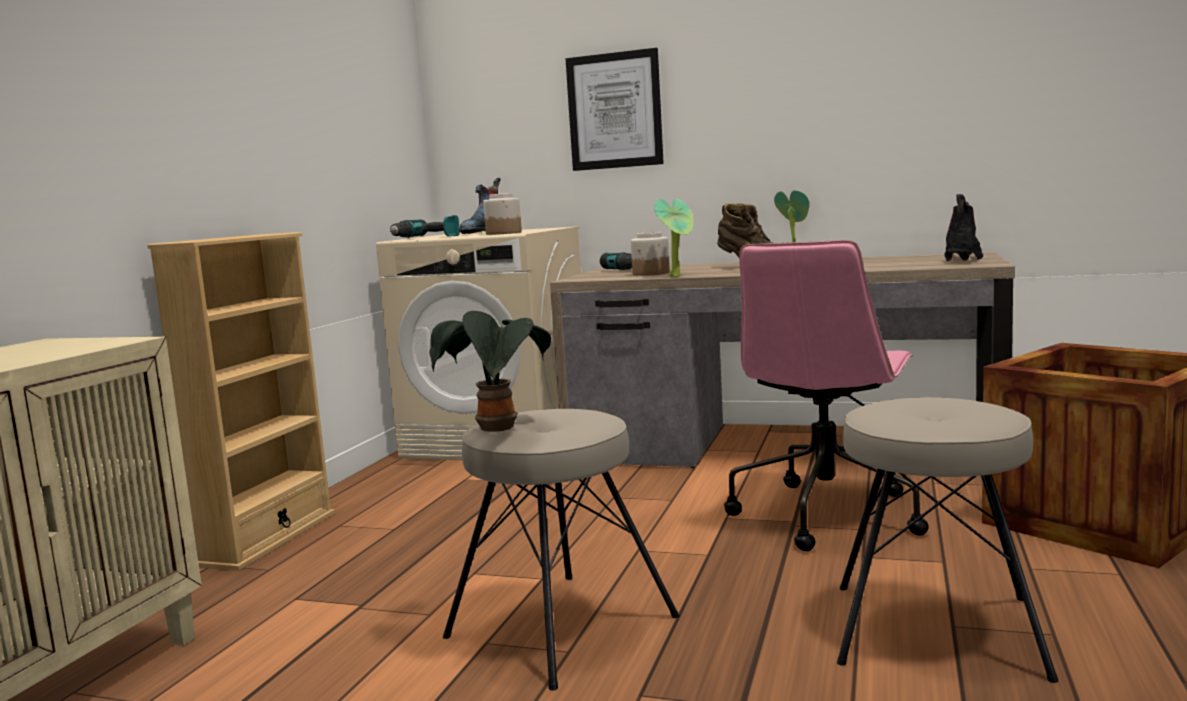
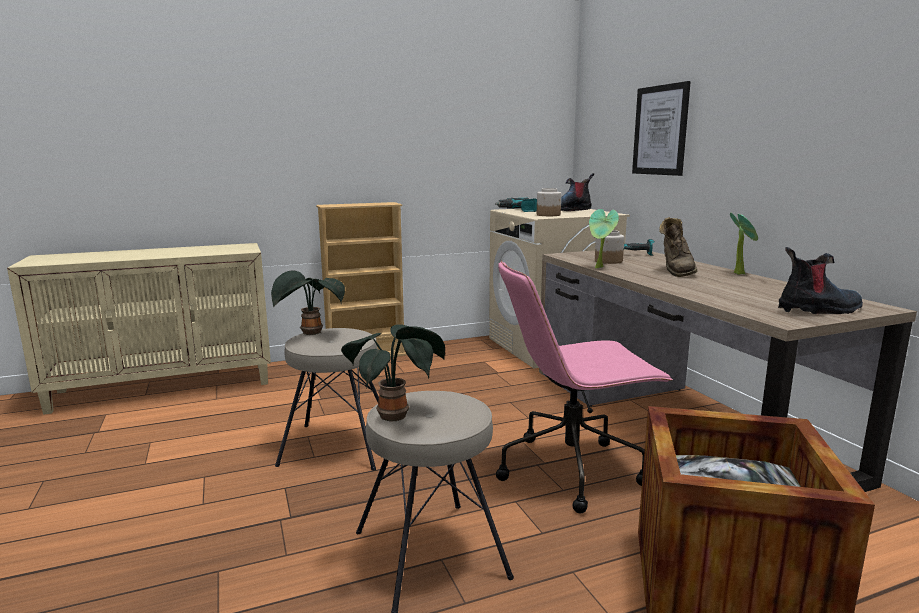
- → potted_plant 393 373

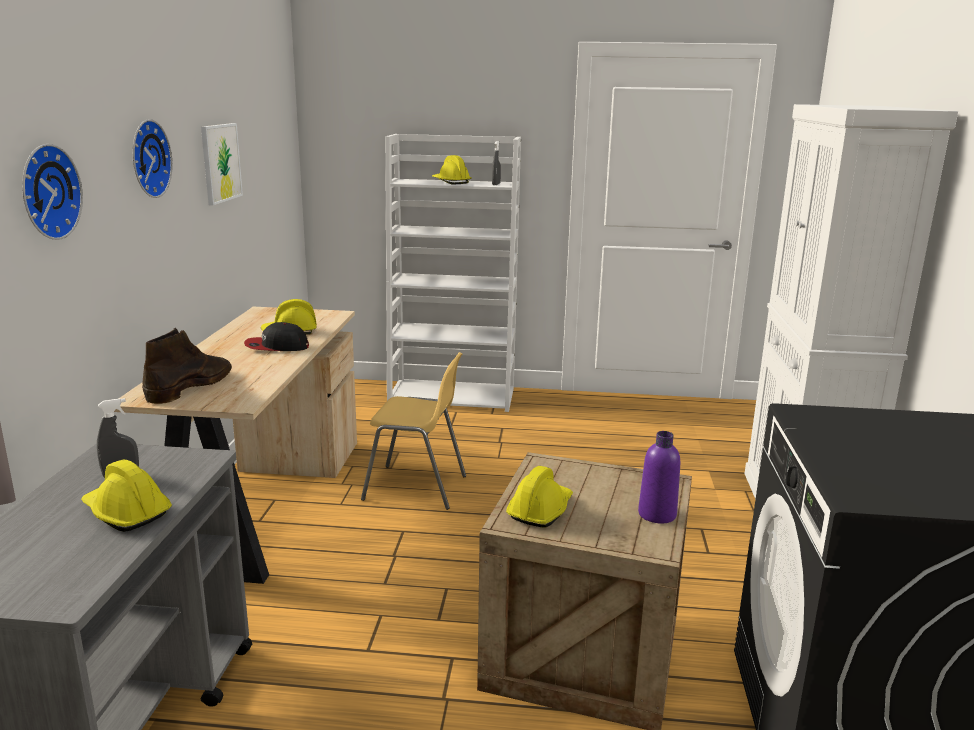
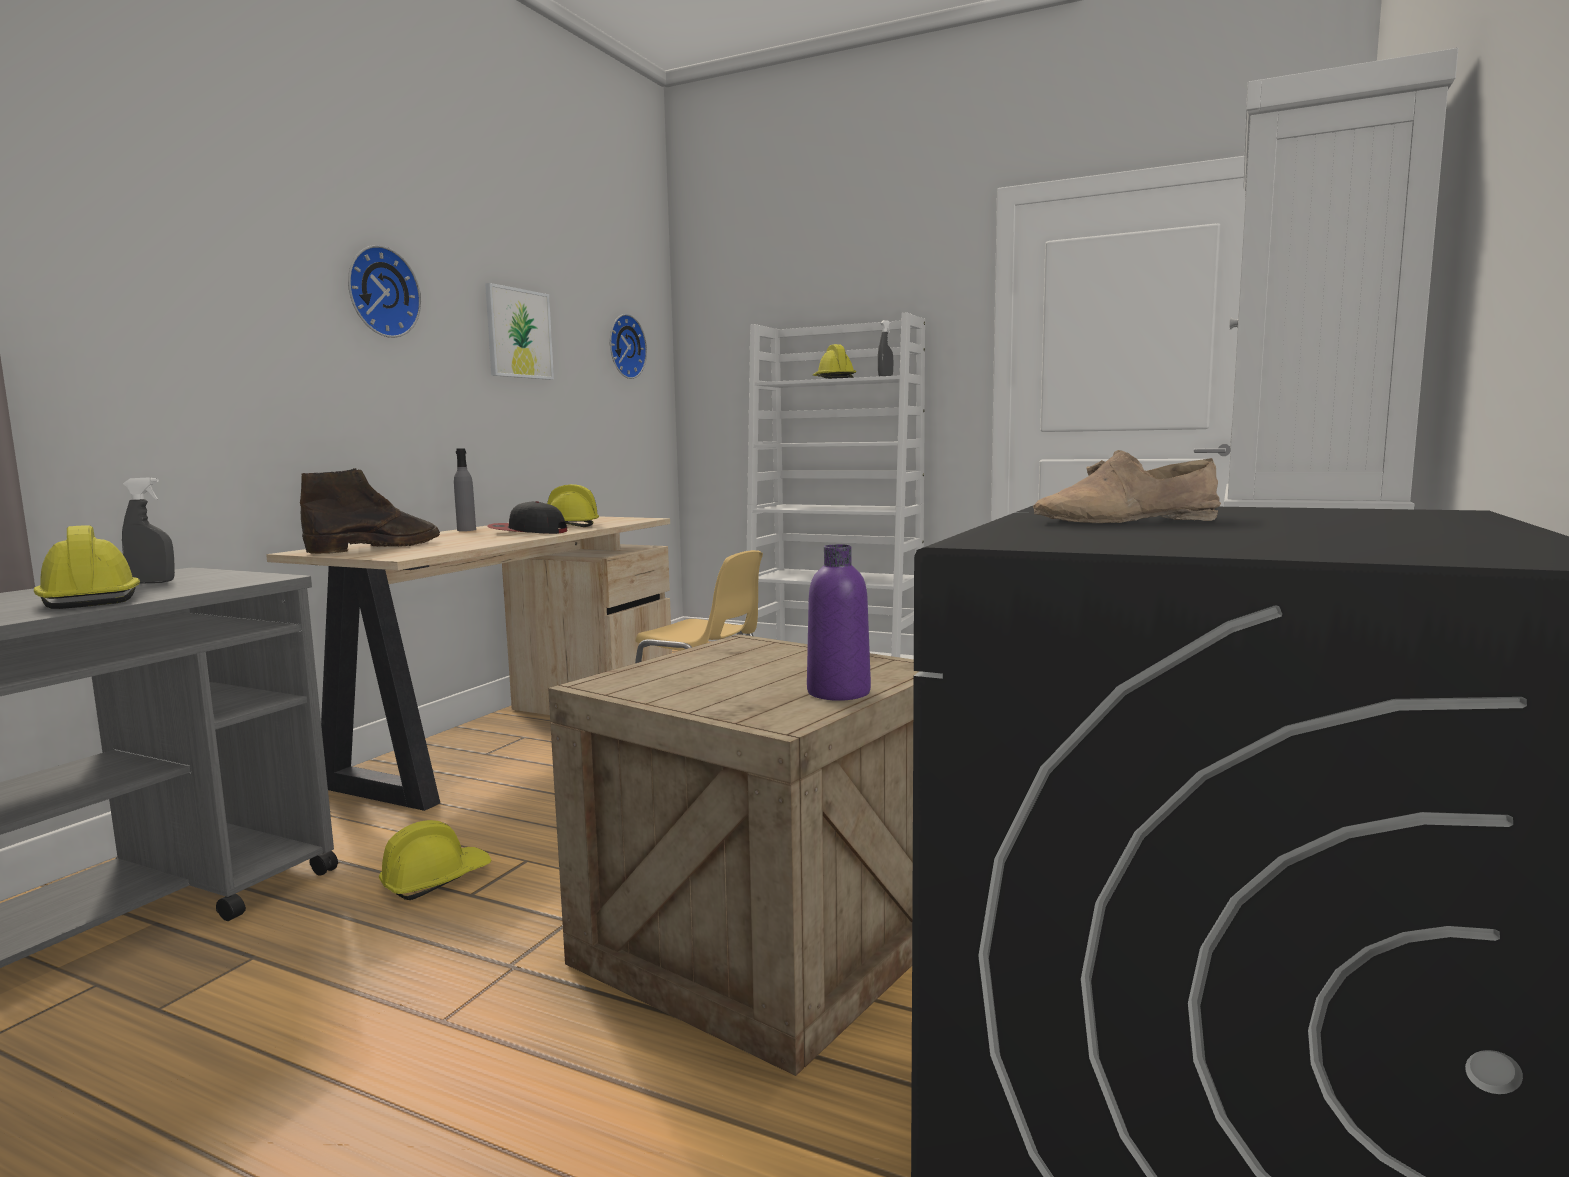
wall_clock 52 192 → wall_clock 628 346, move
yellow-coloured_safety_helmet 539 496 → yellow-coloured_safety_helmet 435 860, move
- → grey_drink_bottle 465 489
- → beige-coloured_low_shoe 1127 486

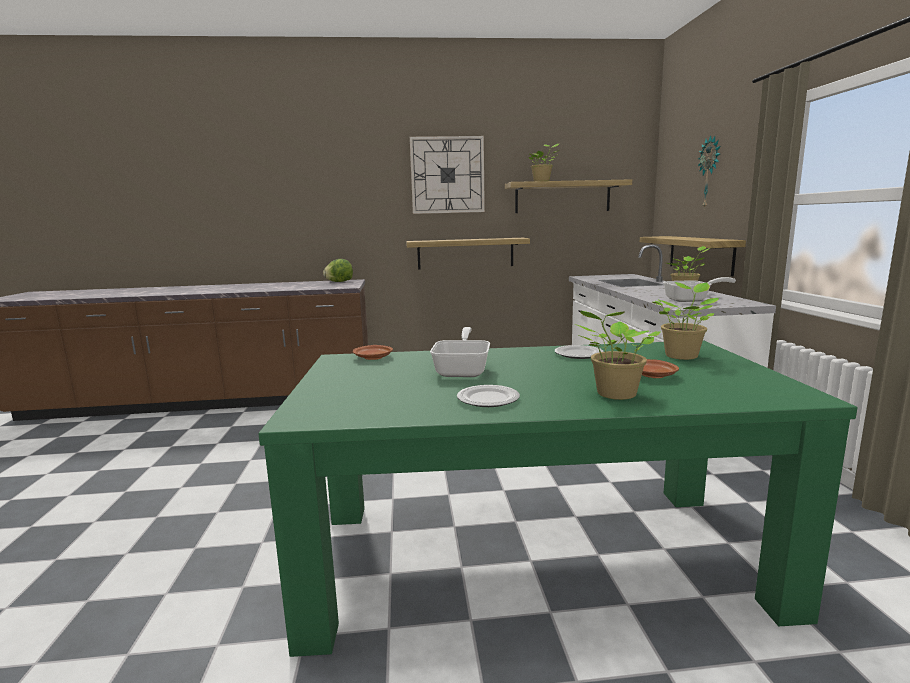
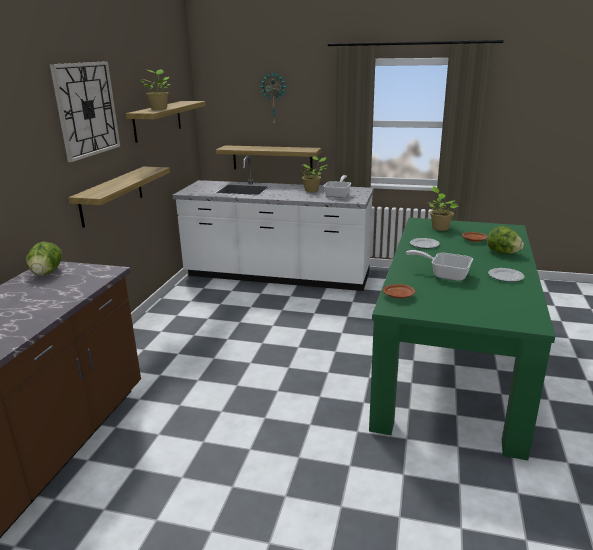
potted_plant 617 355 → head_of_lettuce 505 240

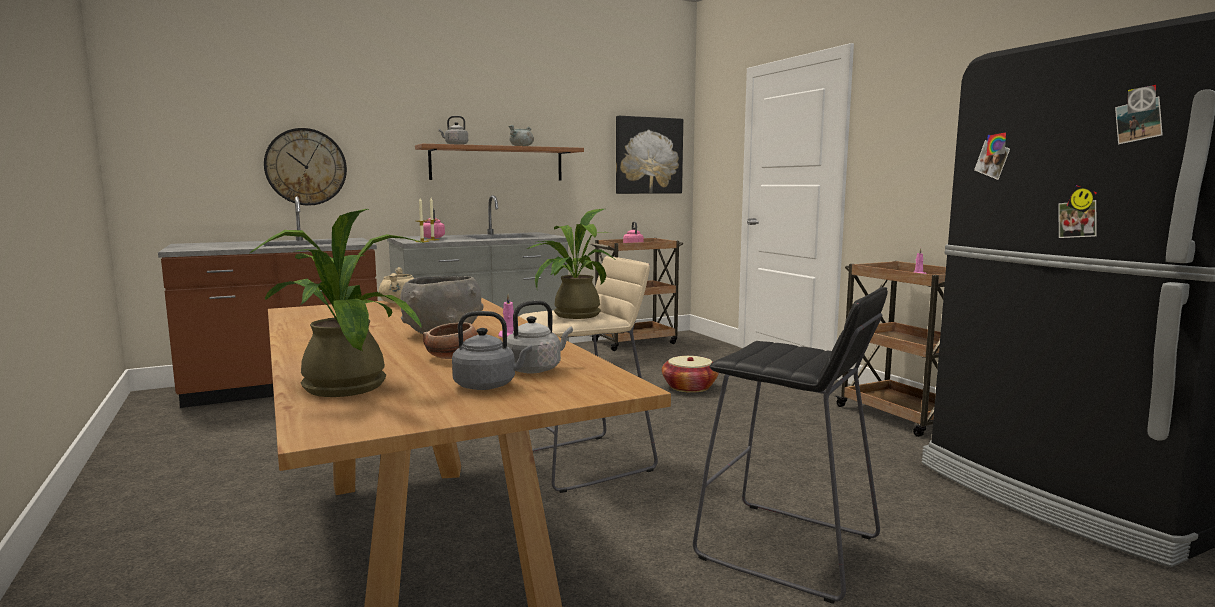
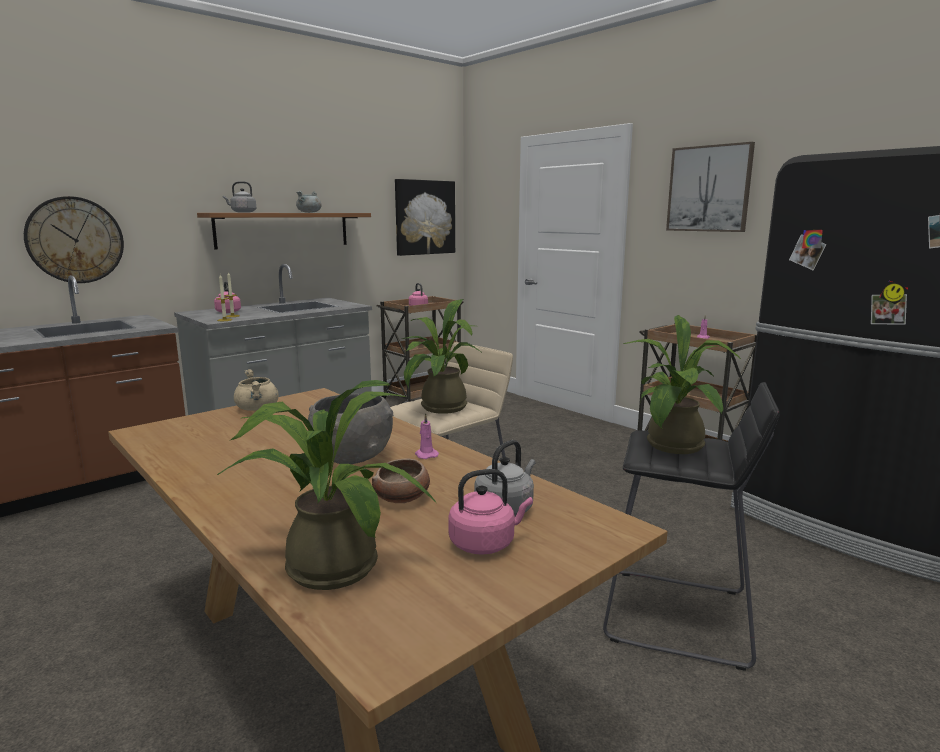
grey_tea_kettle 492 350 → pink_tea_kettle 490 512
storage_basket 690 374 → -
- → picture 710 187
- → potted_plant 682 384

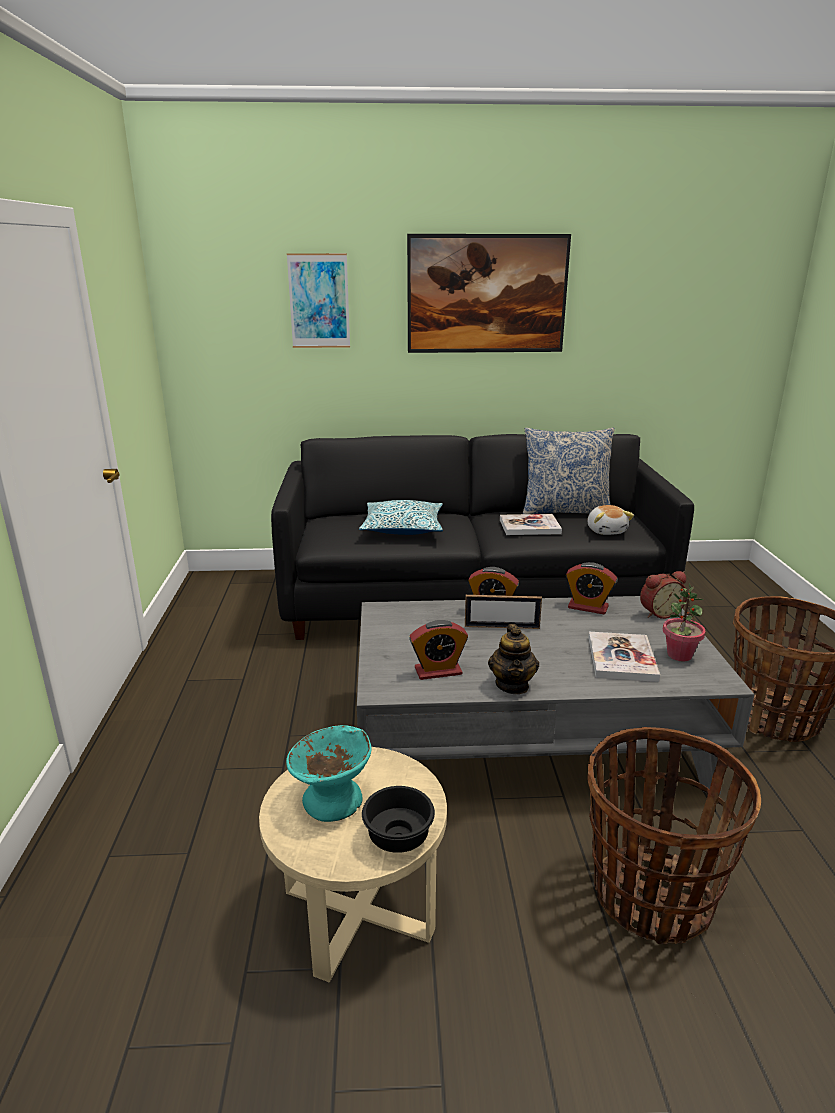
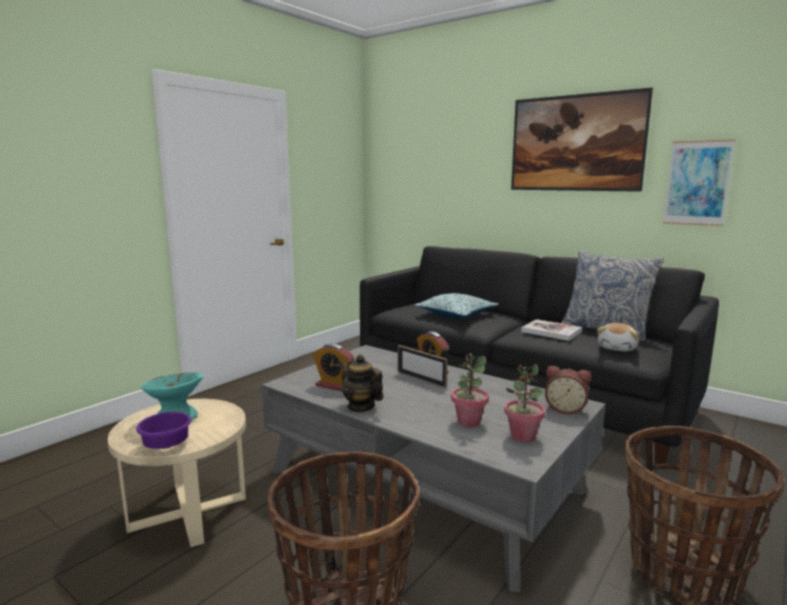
picture 318 300 → picture 699 182, move
bedside_clock 591 588 → -
pot_for_tea 513 659 → pot_for_tea 362 383, 90 degrees clockwise
volume 624 657 → potted_plant 470 390
blackish_bowl 398 819 → purple_bowl 163 430

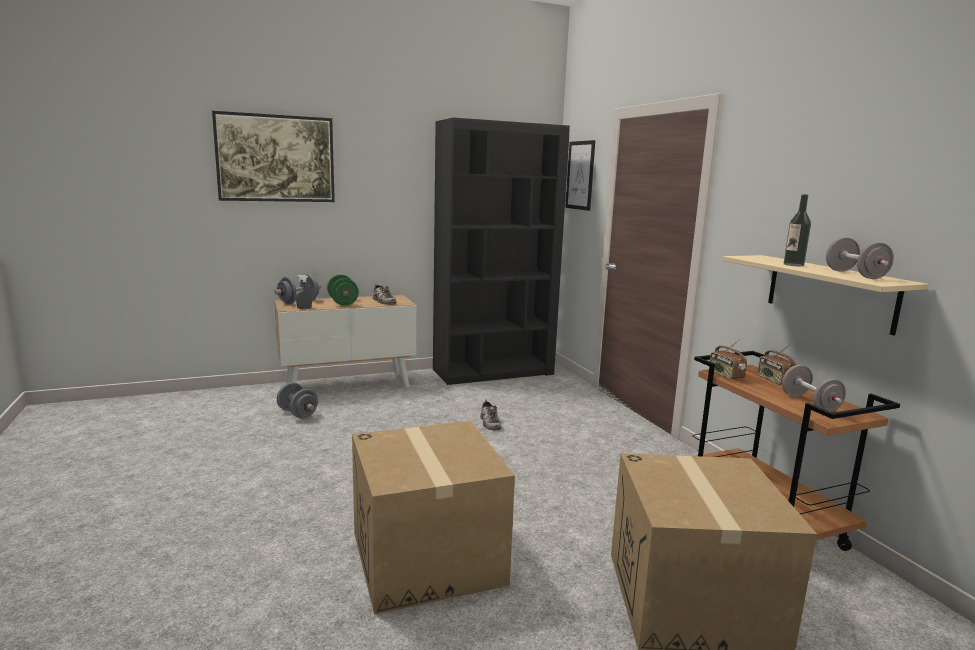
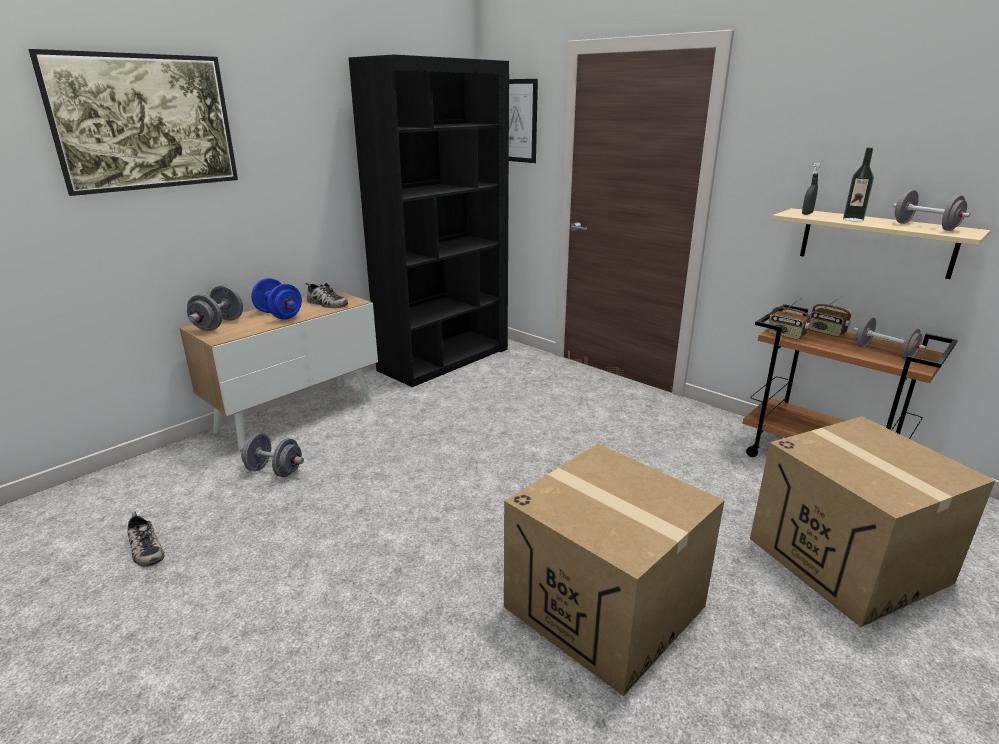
grey_sprayer 304 292 → grey_sprayer 811 189, move
greenish_hand_weight 343 290 → bluish_hand_weight 276 299
low_shoe 490 415 → low_shoe 146 539, move

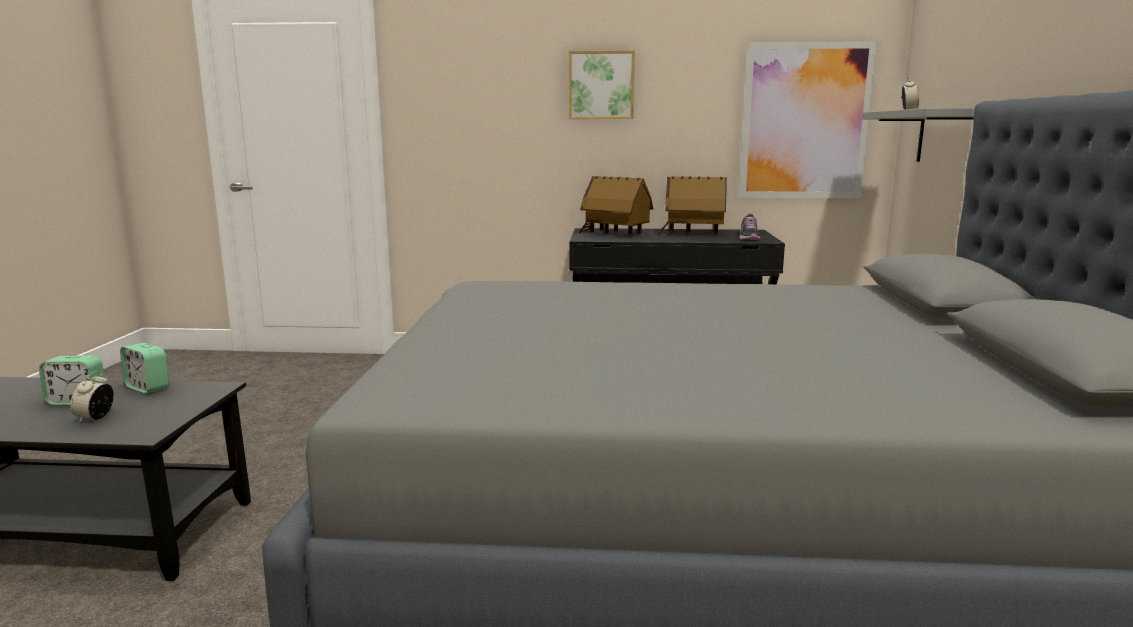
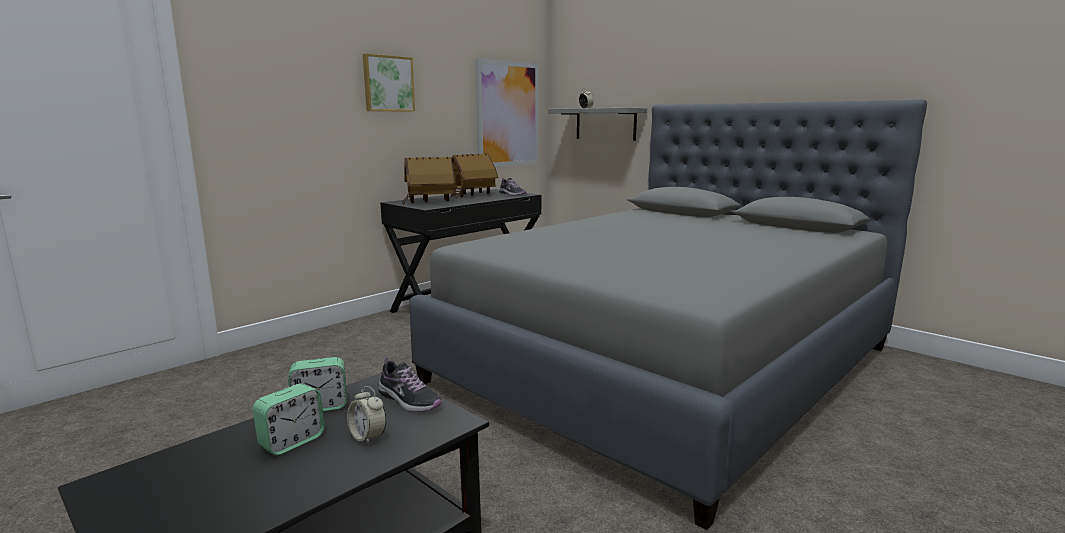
- → low_shoe 410 384

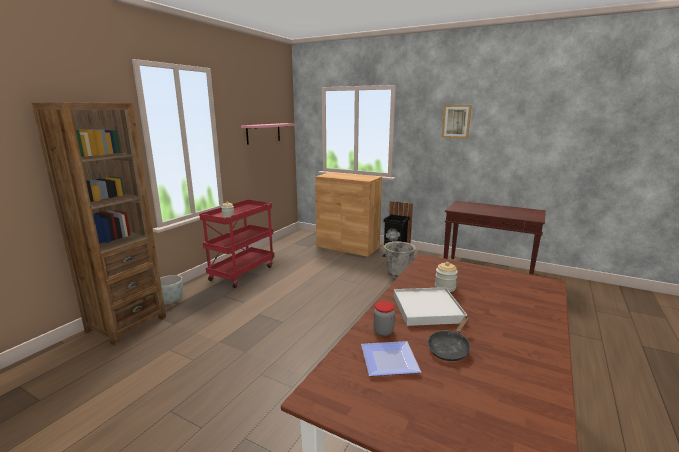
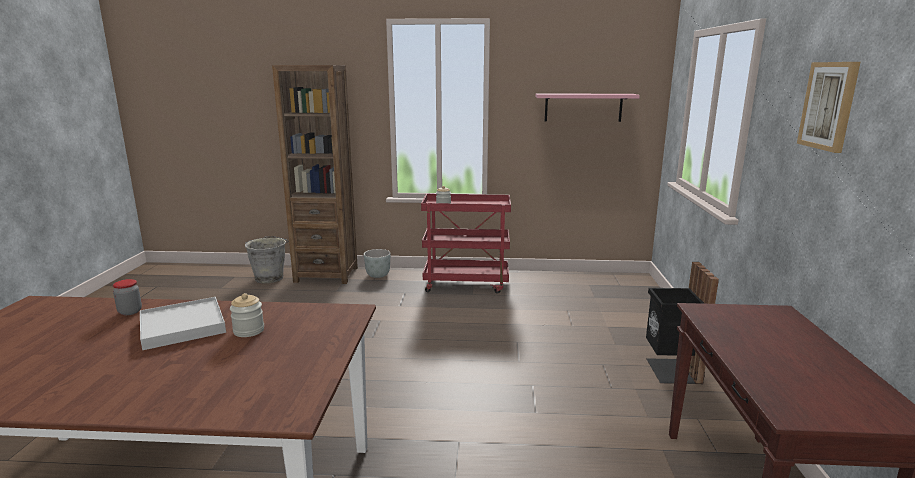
brown_cabinet 348 214 → -
grey_water_bucket 398 260 → grey_water_bucket 267 259, move
blackish_frying_pan 449 338 → -
flat_dish 391 358 → -

